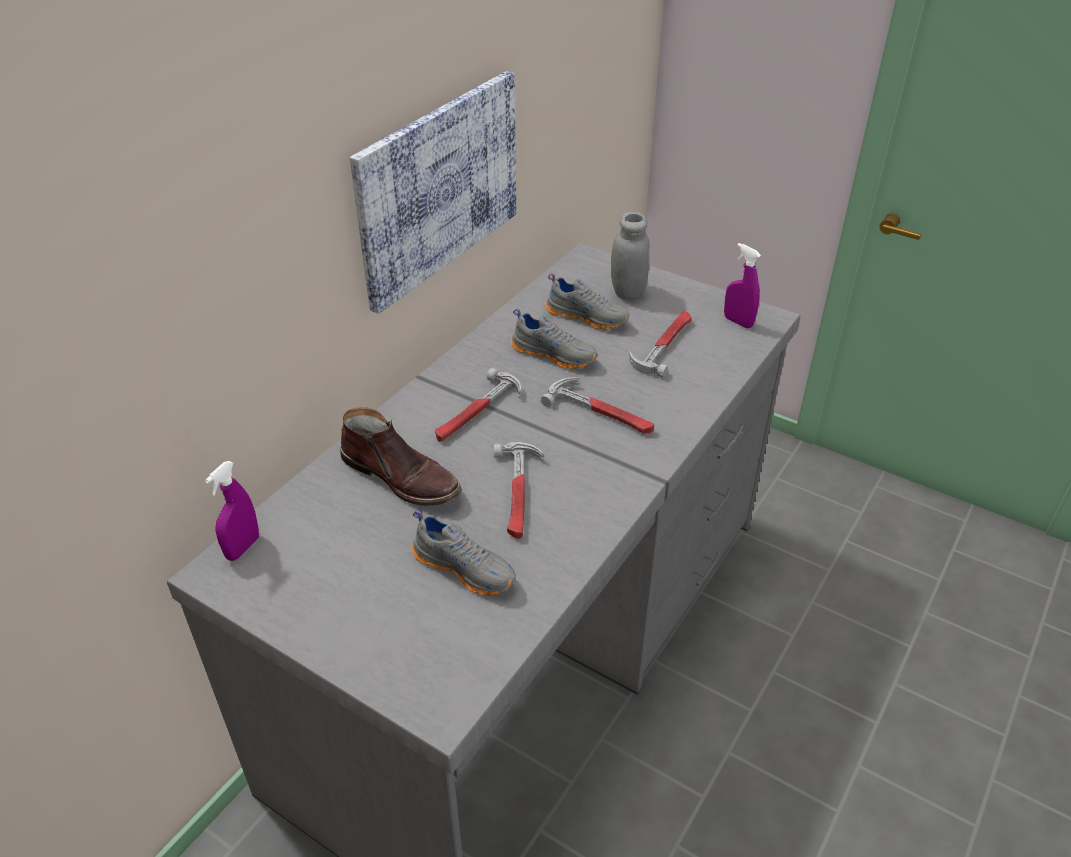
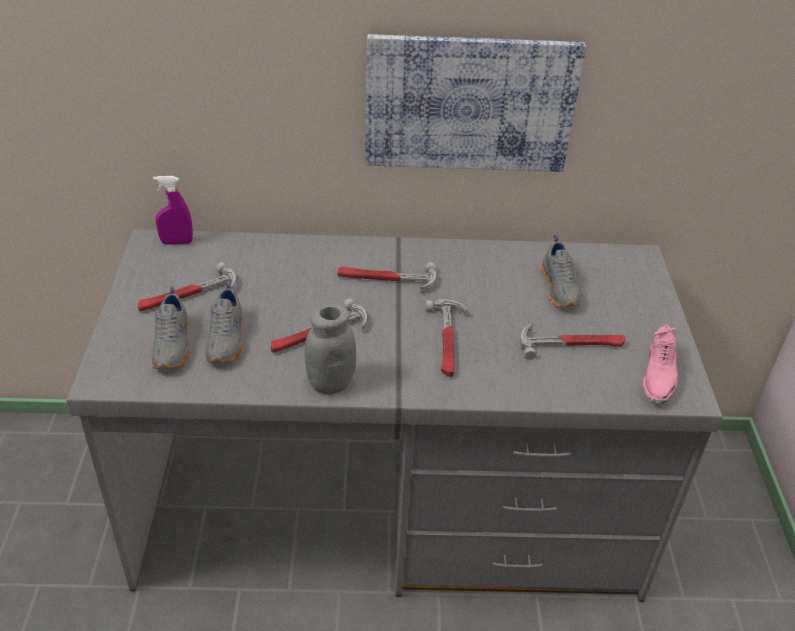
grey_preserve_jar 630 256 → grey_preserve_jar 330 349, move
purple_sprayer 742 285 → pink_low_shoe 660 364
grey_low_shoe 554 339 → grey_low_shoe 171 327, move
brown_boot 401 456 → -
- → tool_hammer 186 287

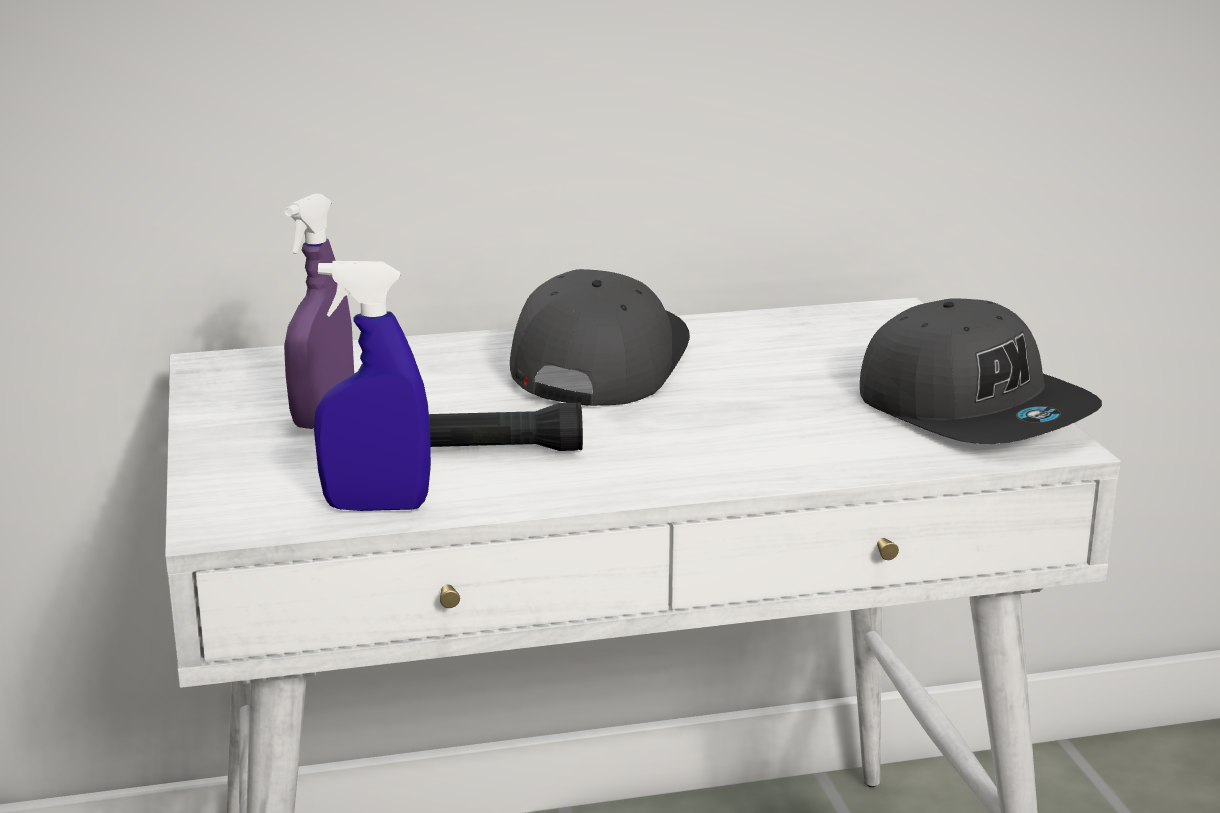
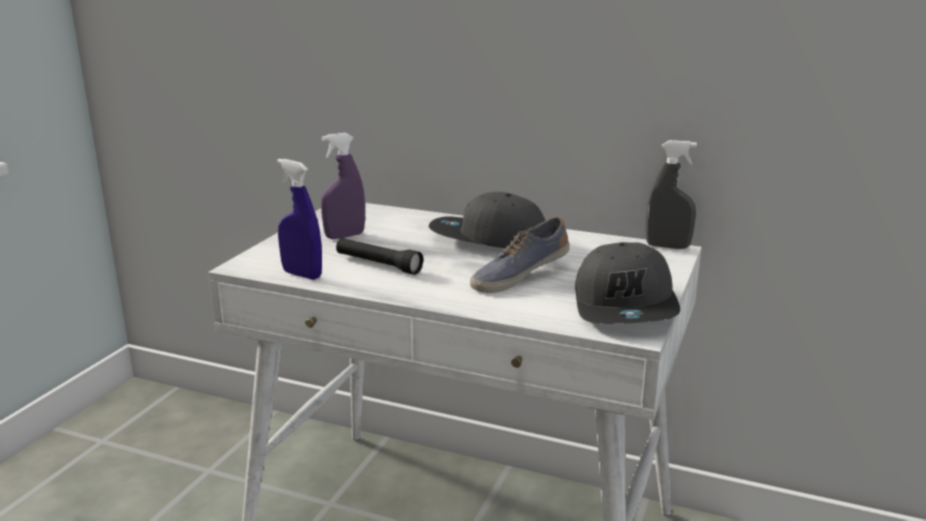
grey_baseball_cap 600 337 → grey_baseball_cap 487 220, 120 degrees counterclockwise
- → grey_sprayer 671 194
- → low_shoe 520 254

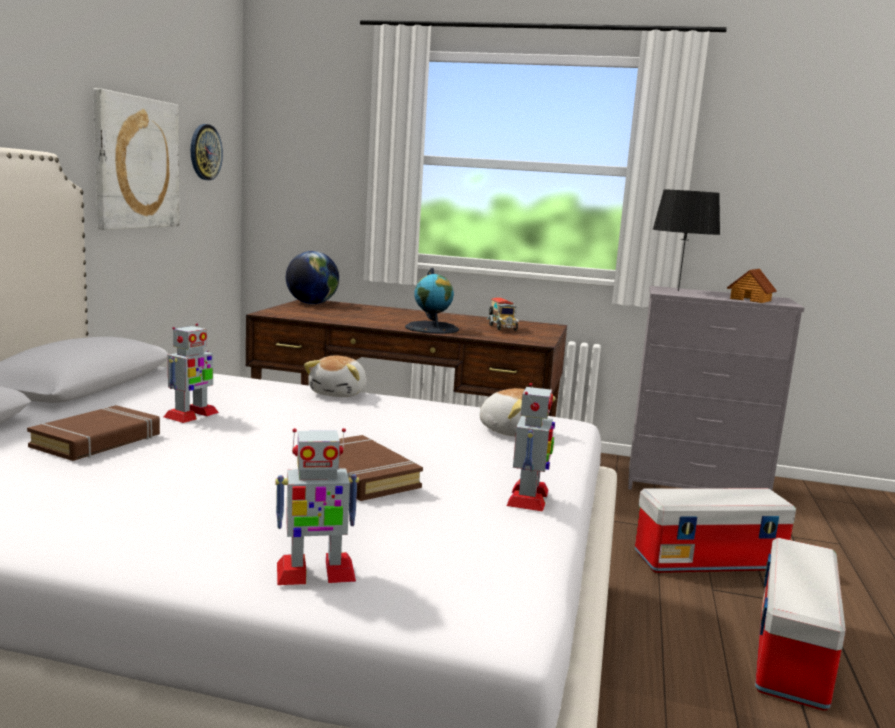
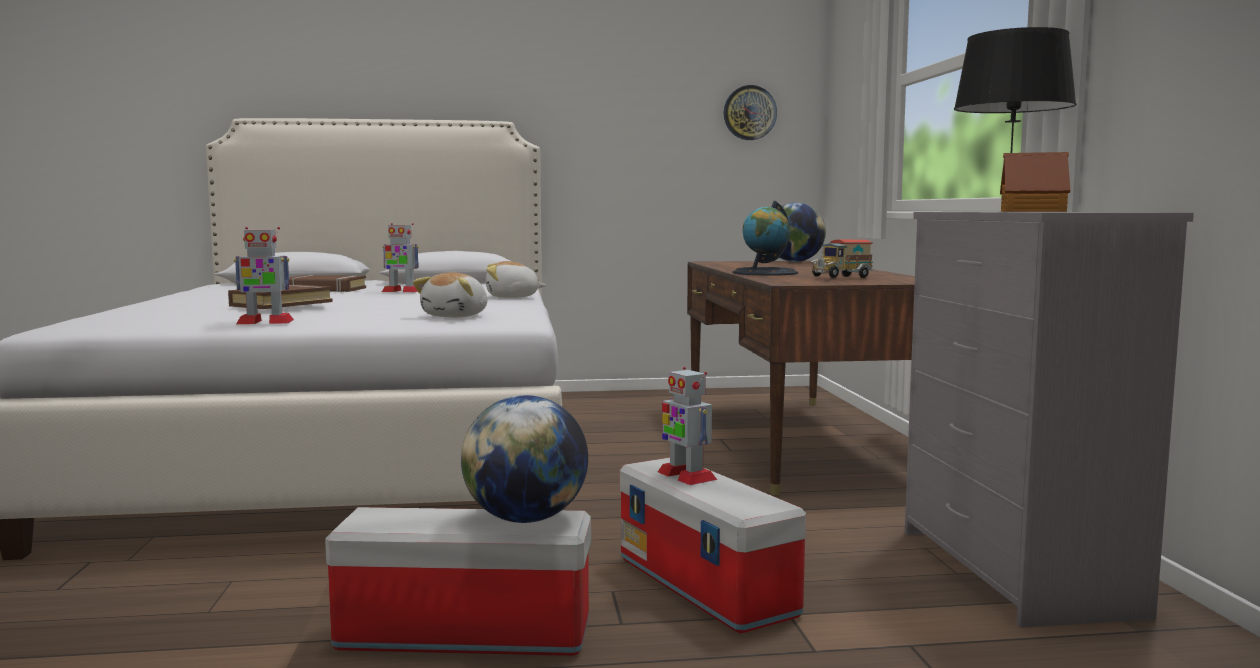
picture 136 159 → -
model_robot 317 506 → model_robot 687 426, move
- → desk_globe 524 459

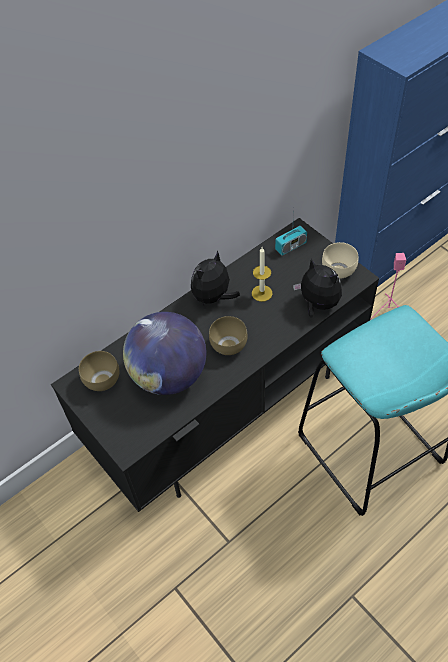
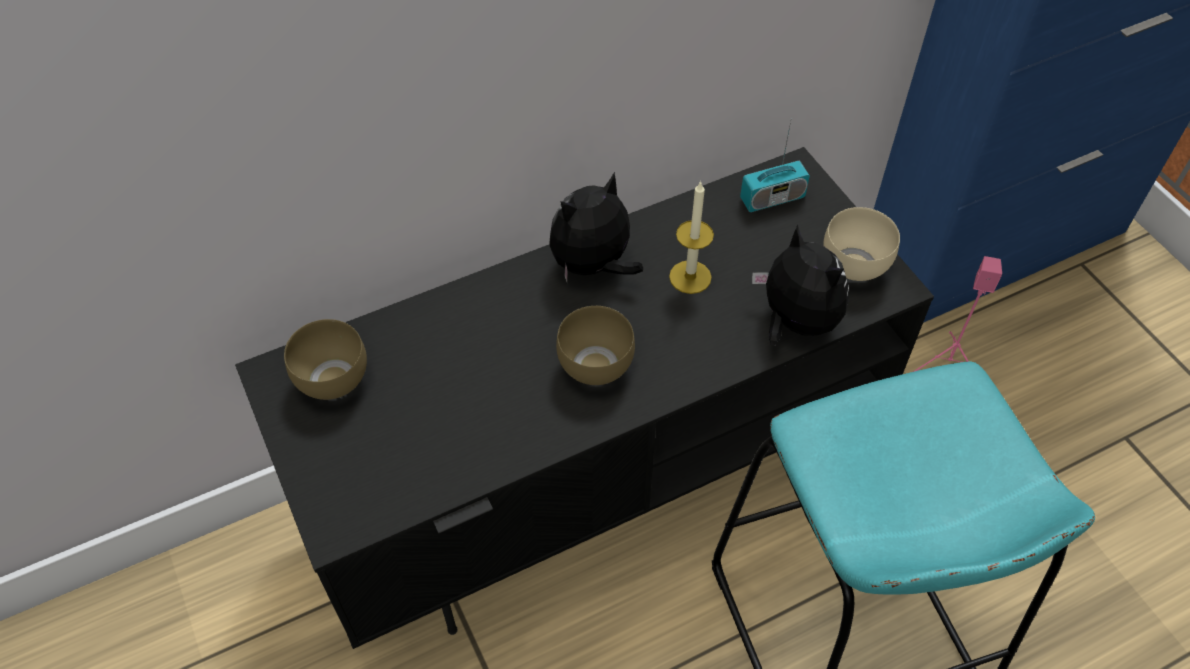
desk_globe 164 353 → -

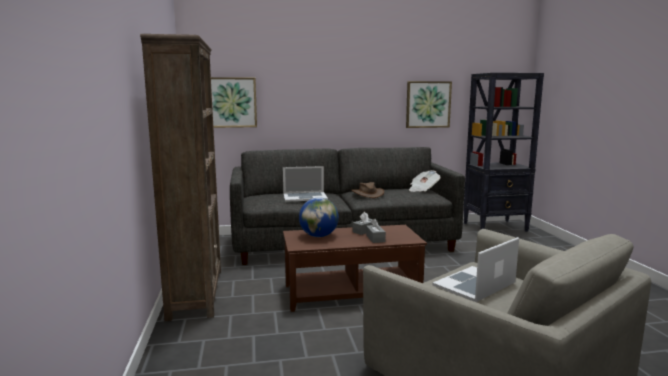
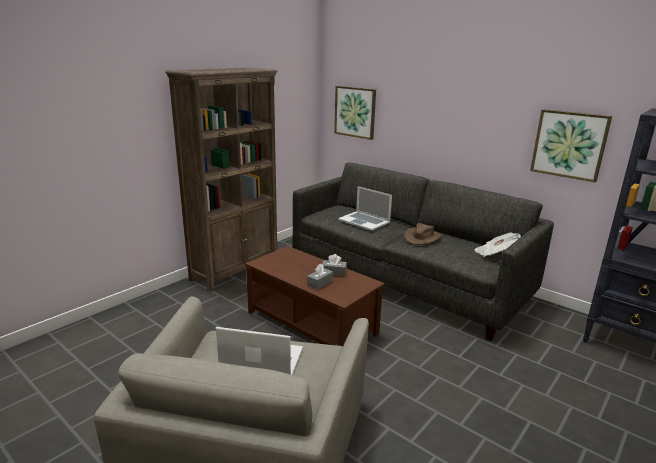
desk_globe 319 217 → -

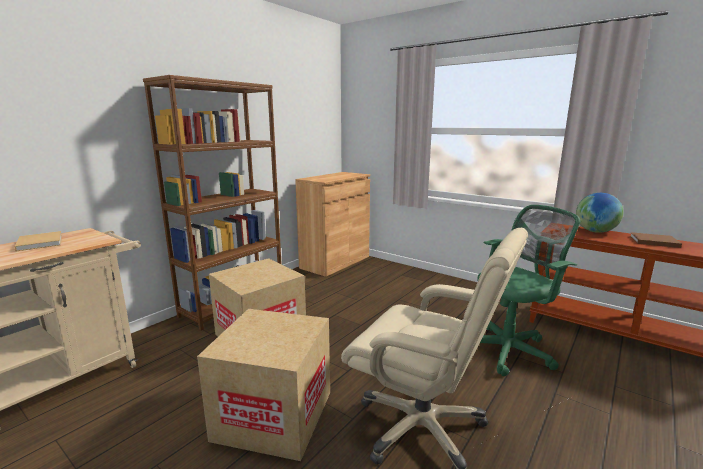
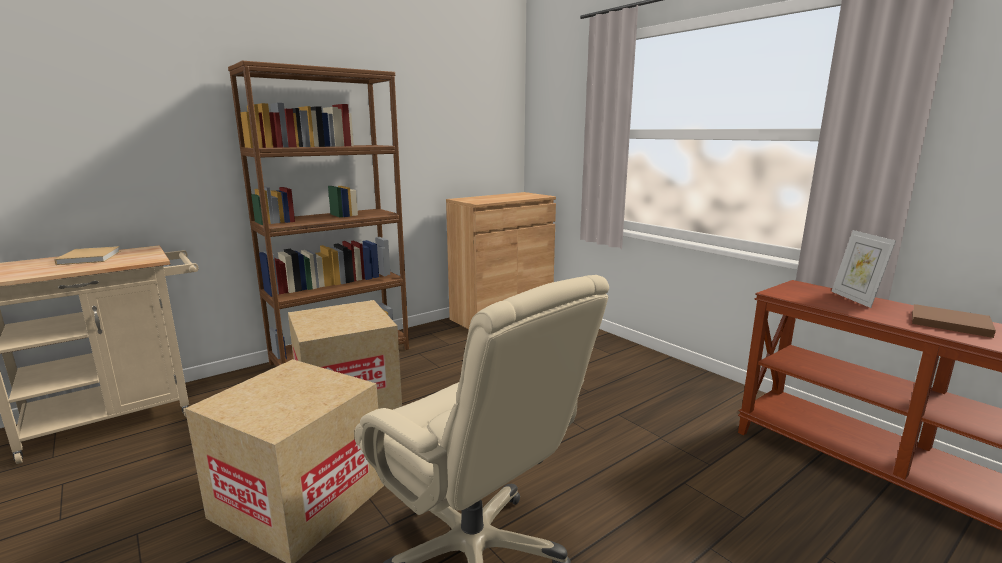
desk_globe 599 213 → standing_frame 863 269
greenish_computer_chair 528 290 → -

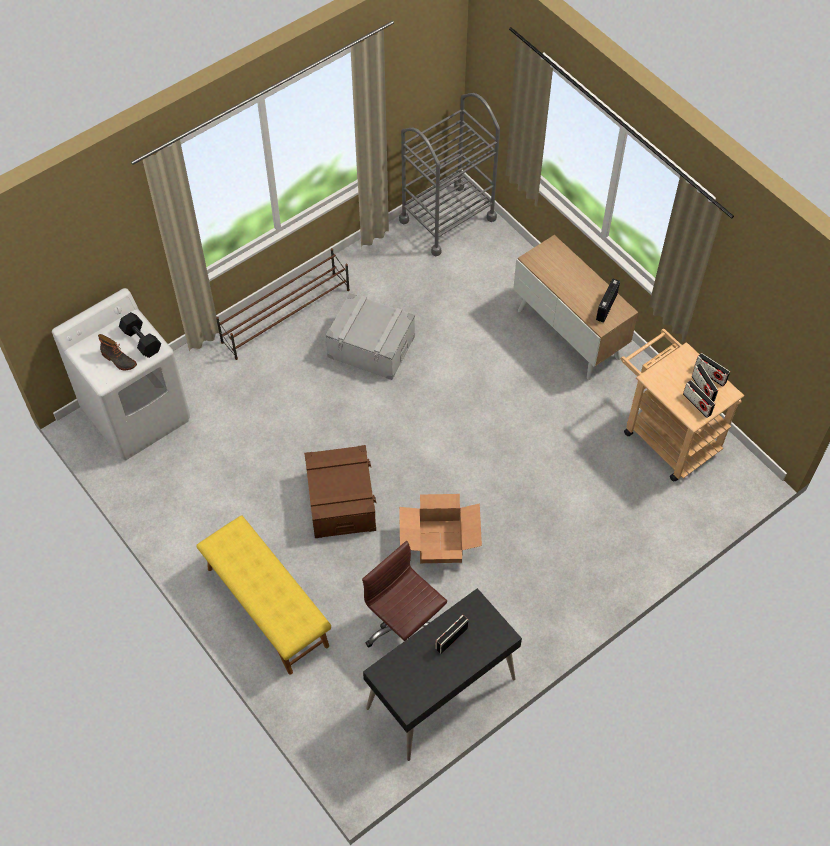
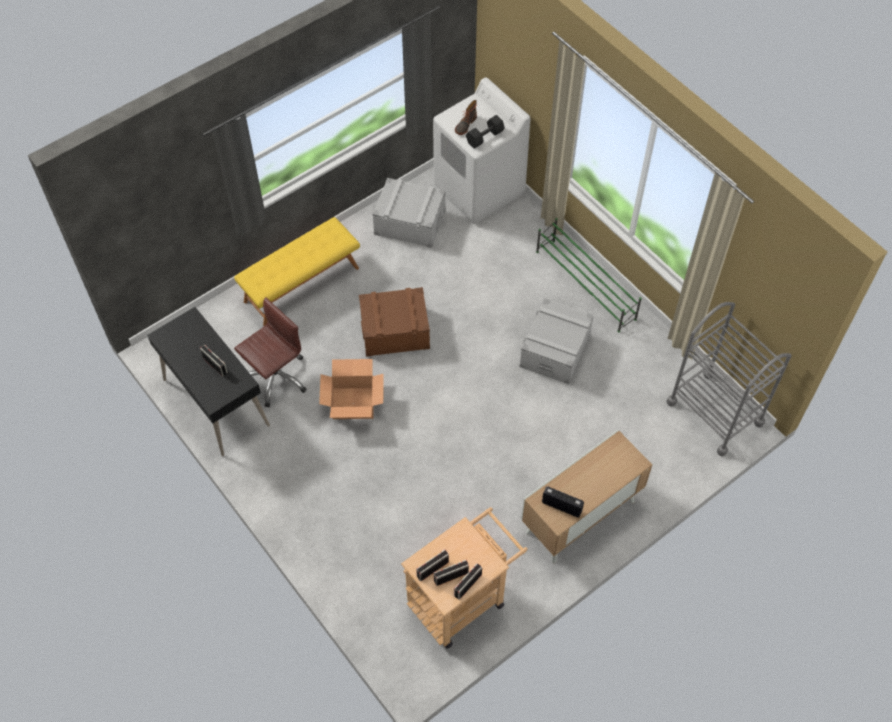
brown_shoe_stand 283 304 → greenish_shoe_stand 589 275
- → grey_storage_box 409 213

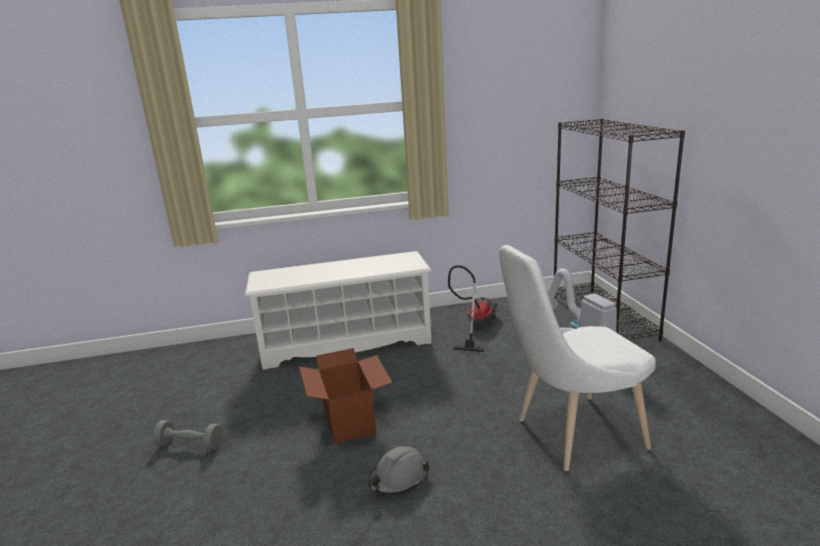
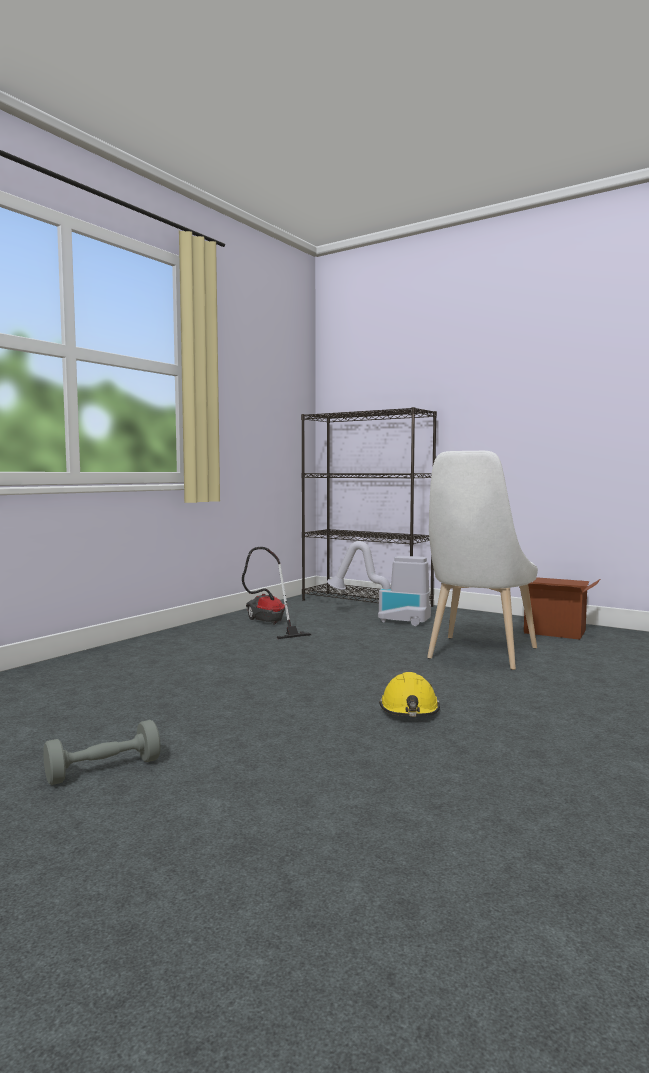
whitish_shoe_stand 338 310 → -
carton 345 396 → carton 562 608, move
grey_safety_helmet 398 470 → yellow-coloured_safety_helmet 409 694

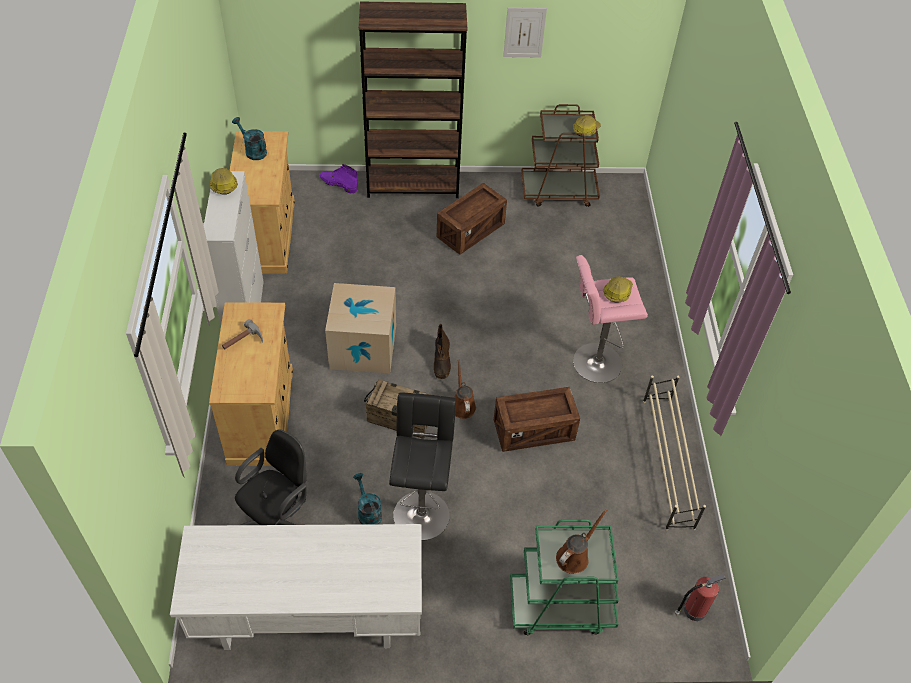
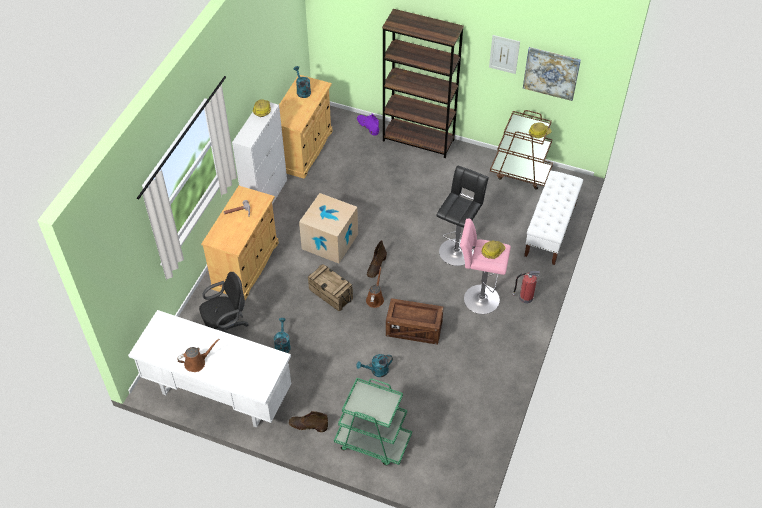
crate 472 219 → -
beige-coloured_shoe_stand 674 453 → -
blackish_stool 422 466 → blackish_stool 462 216, move
brown_sprinkling_can 581 541 → brown_sprinkling_can 198 355, move
extinguisher 700 597 → extinguisher 526 287, move
- → picture 552 74
- → whitish_long_seat 553 218
- → turquoise_sprinkling_can 374 365
- → brown_boot 308 421

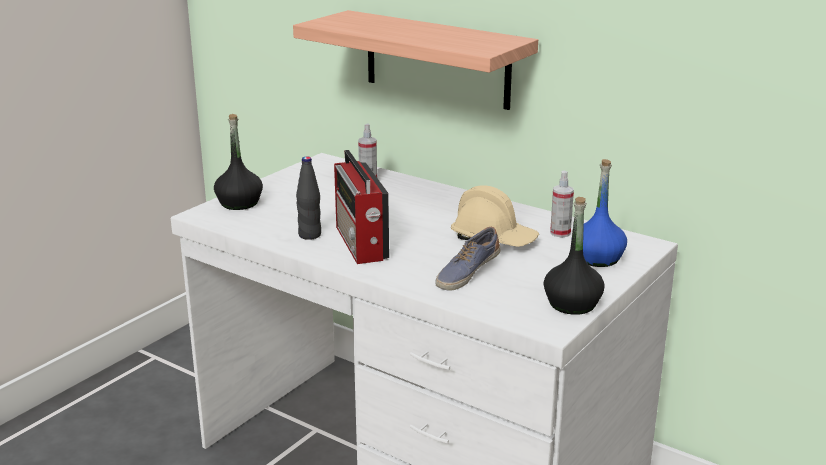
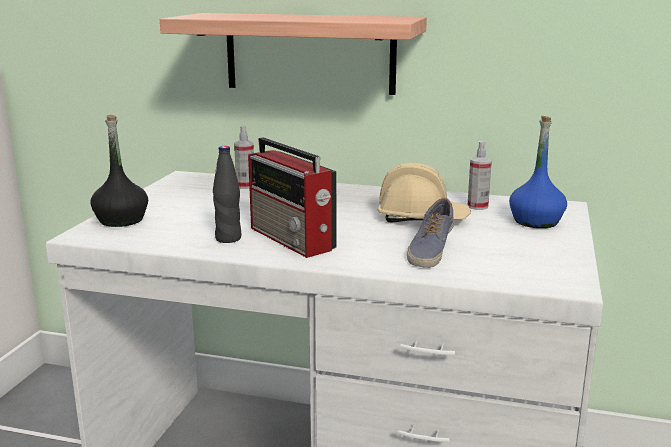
blackish_drink_bottle 574 256 → -

